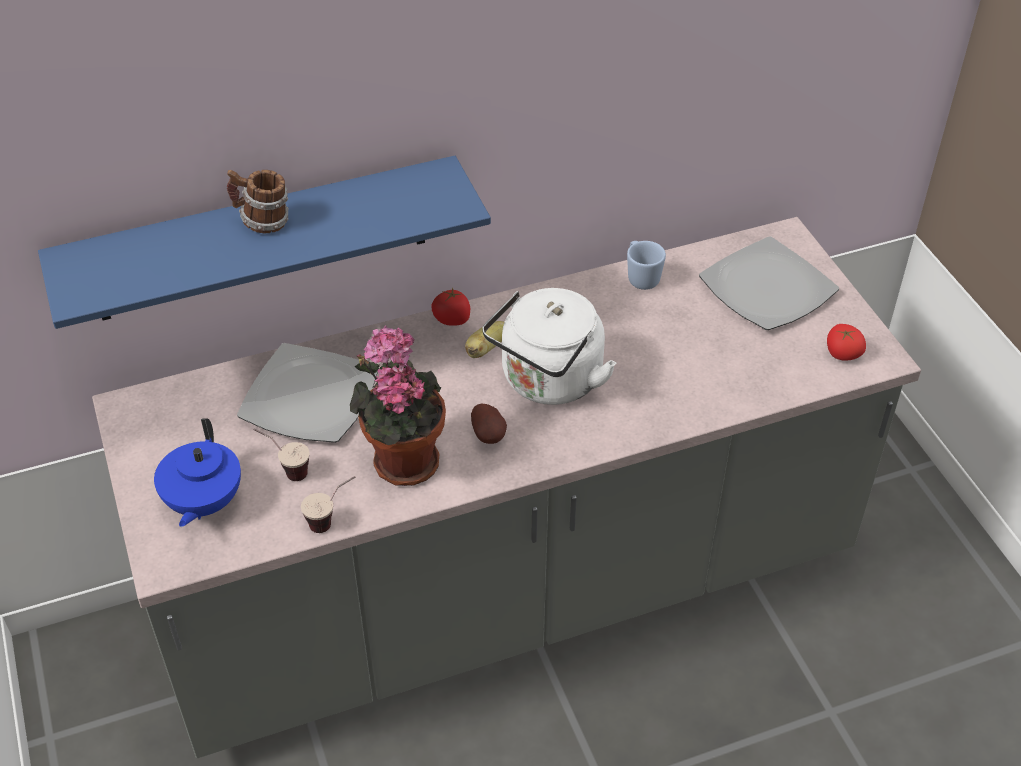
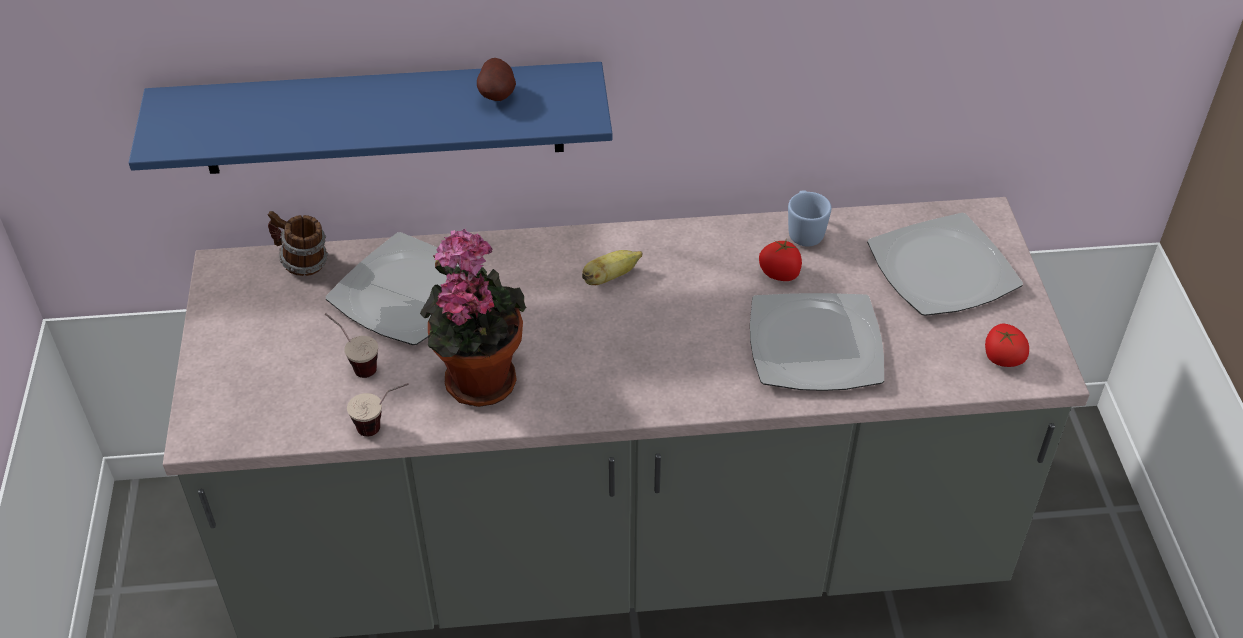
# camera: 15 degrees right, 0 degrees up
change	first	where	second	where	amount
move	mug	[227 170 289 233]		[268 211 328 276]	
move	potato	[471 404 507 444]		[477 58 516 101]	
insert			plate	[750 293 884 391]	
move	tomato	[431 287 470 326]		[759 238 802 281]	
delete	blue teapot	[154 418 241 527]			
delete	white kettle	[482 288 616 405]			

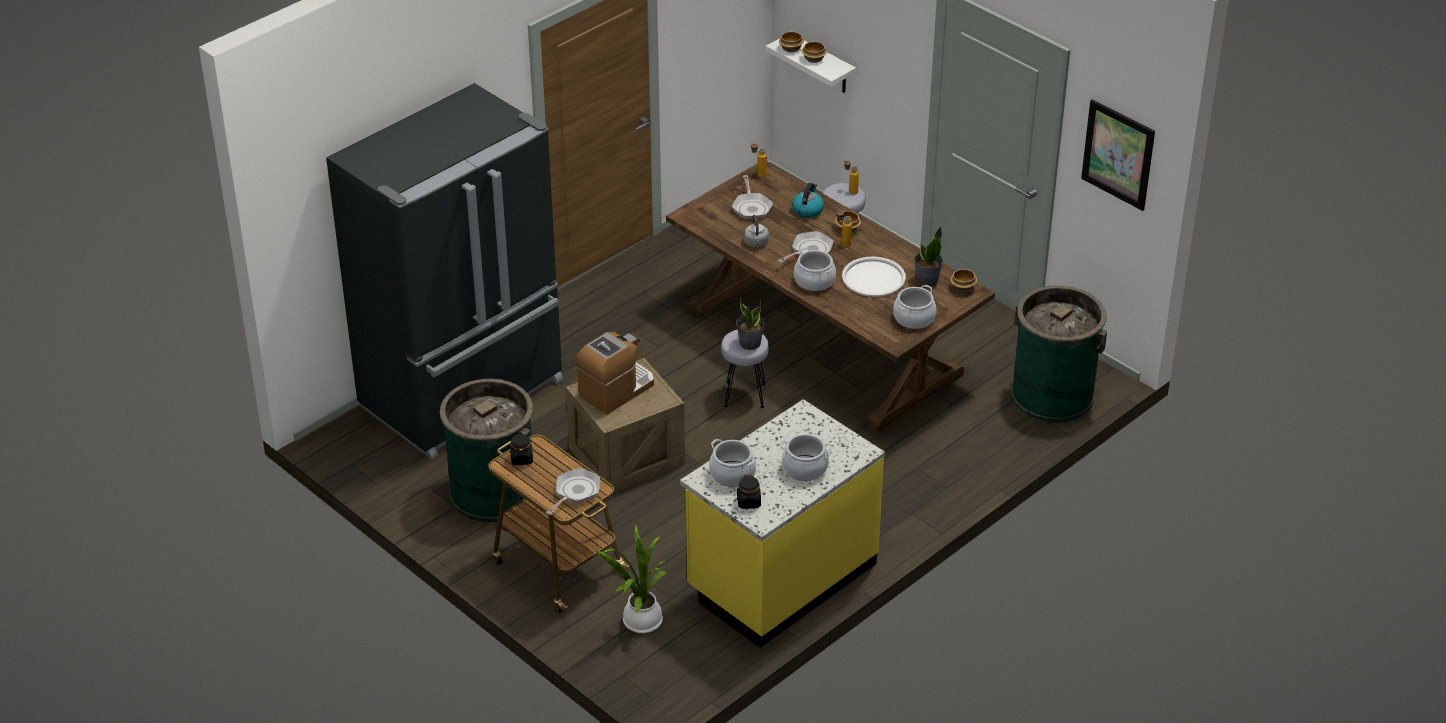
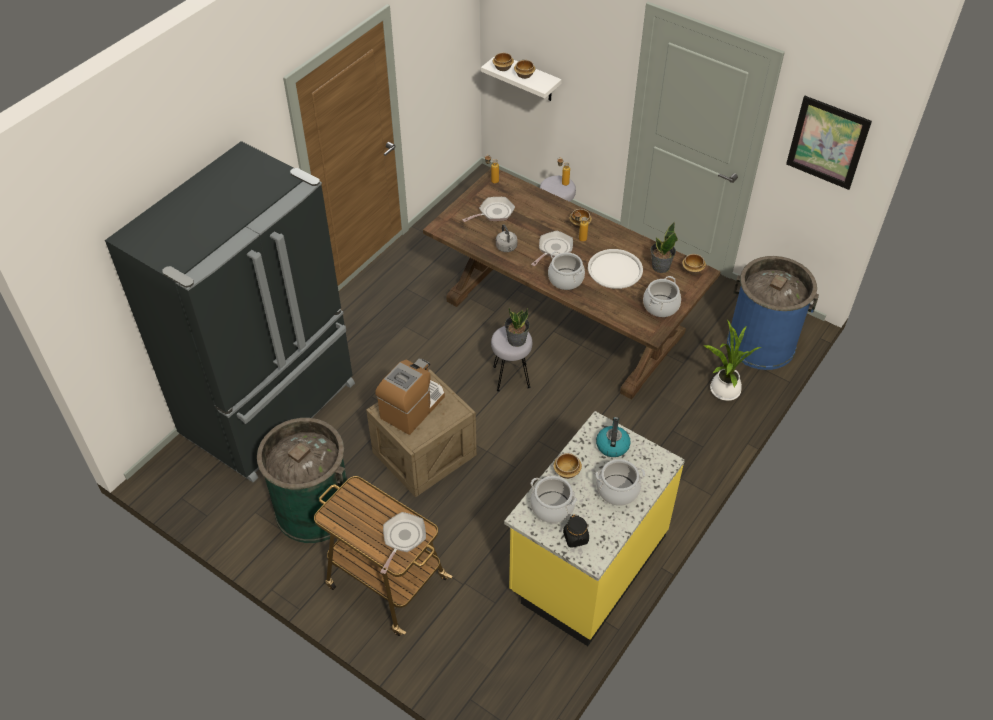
# camera: 10 degrees left, 10 degrees up
change	first	where	second	where	amount
rotate	frying pan	[732 175 773 220]		[462 197 515 222]	105 degrees counterclockwise
insert			bowl	[553 453 582 479]	
move	kettle	[792 183 824 218]		[596 417 630 457]	
move	potted plant	[595 524 667 633]		[703 320 761 401]	
recolor	green trash can	[1011 285 1107 423]	blue trash can	[727 256 819 370]	
delete	black jar	[510 433 533 465]			

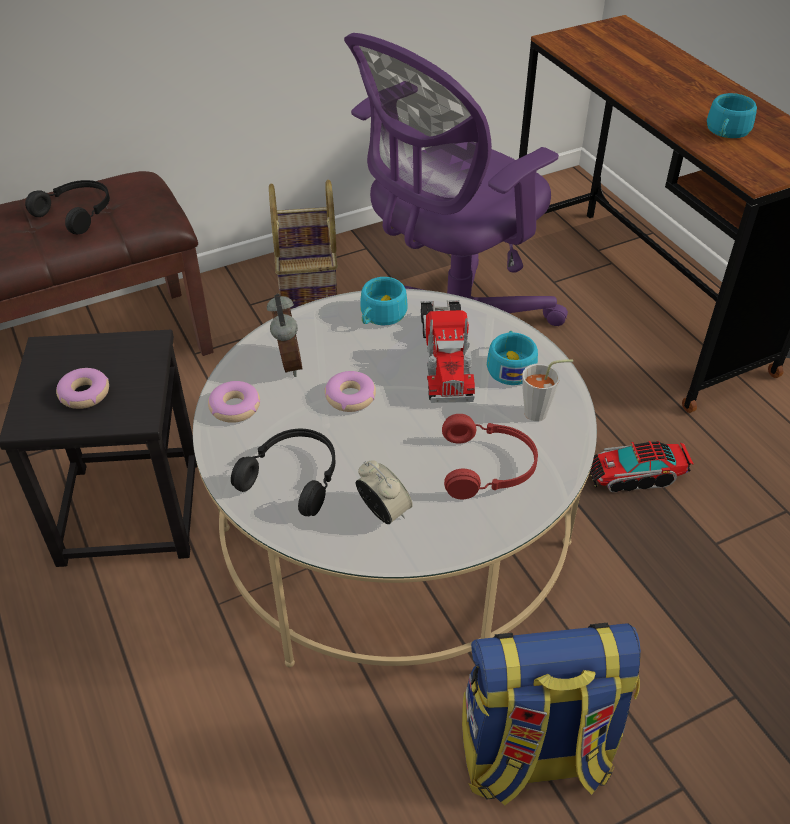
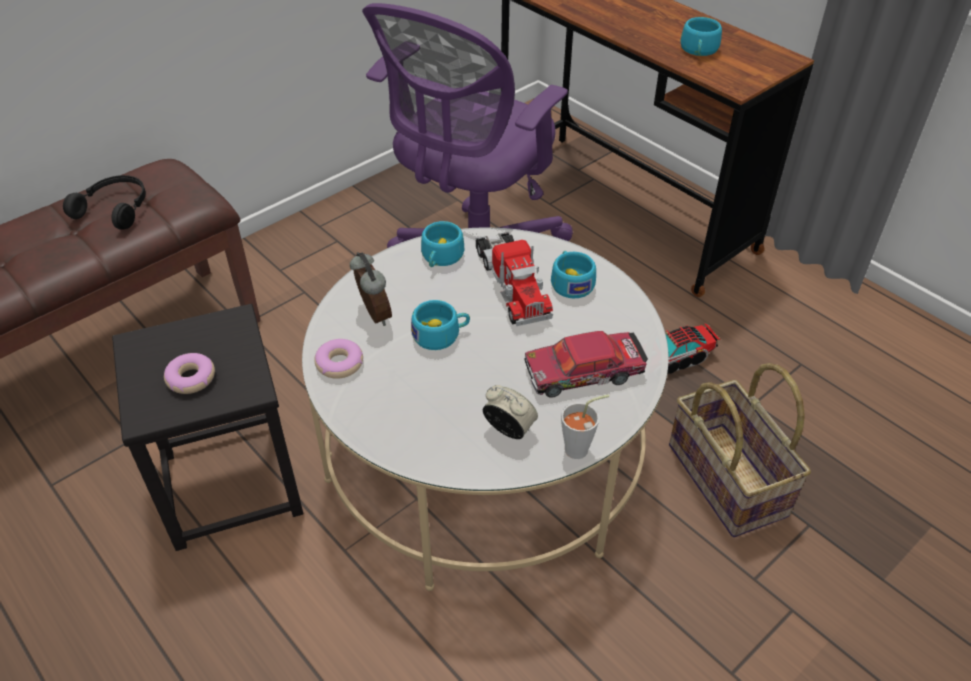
# camera: 15 degrees left, 0 degrees up
change	first	where	second	where	amount
replace	donut	[324 371 376 412]	turquoise cup	[411 300 470 350]	
replace	red headphones	[442 414 538 499]	toy car	[524 331 648 397]	
move	grey cup	[522 360 573 421]		[561 394 609 459]	
move	basket	[269 180 338 310]		[669 363 811 537]	
delete	black headphones	[231 429 336 516]			
delete	backpack	[462 623 641 805]			

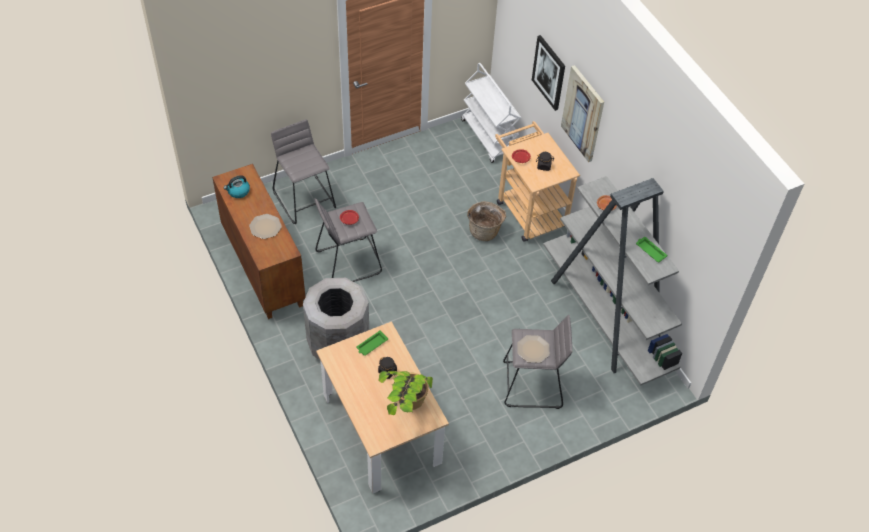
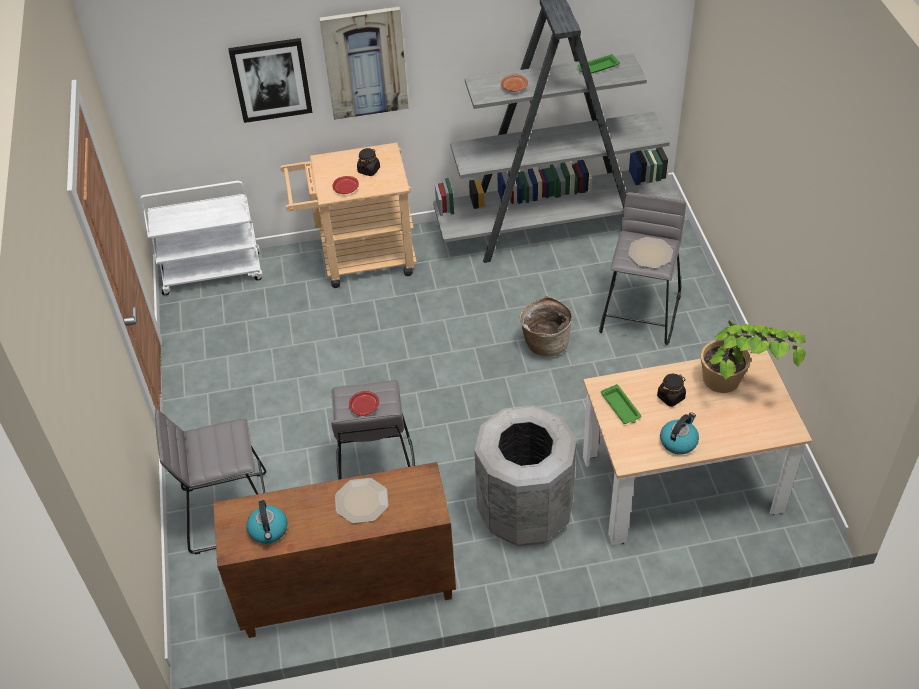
# camera: 70 degrees left, 5 degrees down
change	first	where	second	where	amount
move	basket	[467 202 506 241]		[520 296 573 356]	
insert			kettle	[660 412 699 454]	

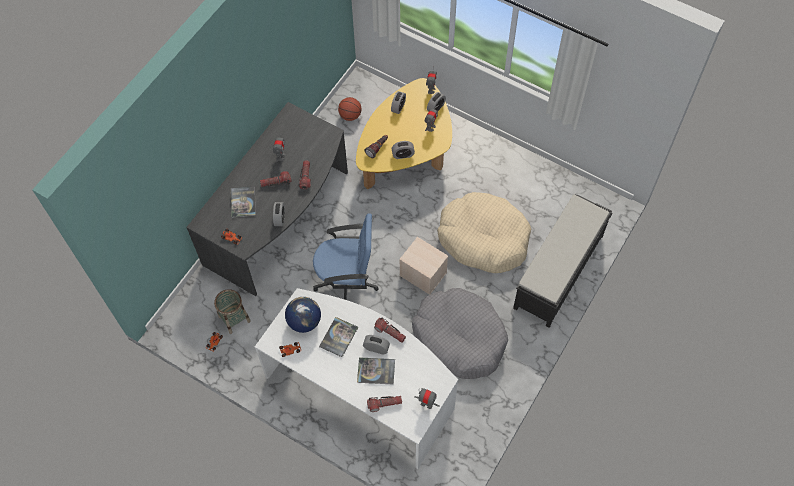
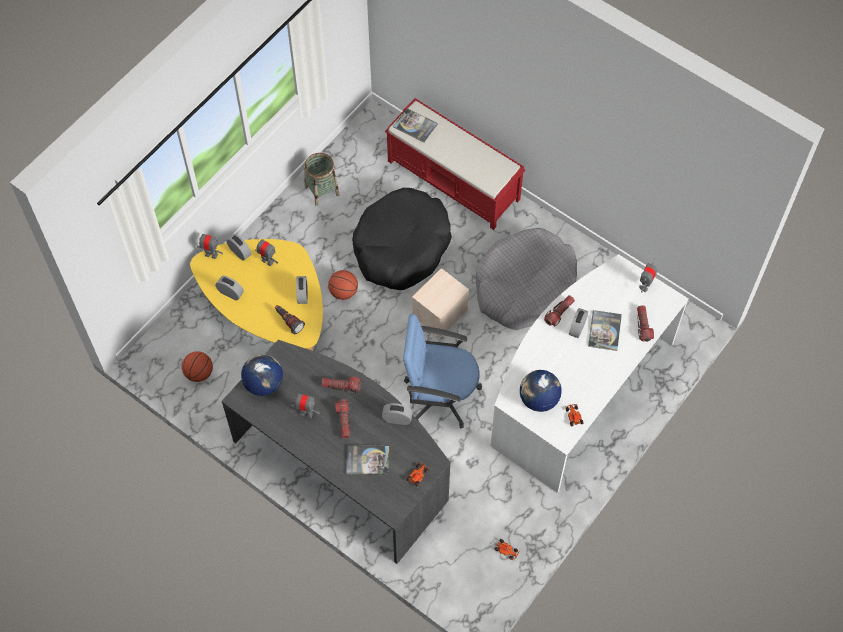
# camera: 85 degrees left, 0 degrees up
change	first	where	second	where	amount
insert			globe	[241 354 283 396]	
move	basket	[214 289 251 334]		[304 153 340 206]	
insert			basketball	[328 270 358 300]	
recolor	beige dog bed	[437 192 531 273]	black dog bed	[352 188 452 290]	
recolor	black bench	[513 194 613 328]	red bench	[385 98 525 230]	
move	book	[319 317 358 357]		[393 108 438 142]	
rotate	blue office chair	[313 213 379 300]		[403 314 482 428]	90 degrees counterclockwise

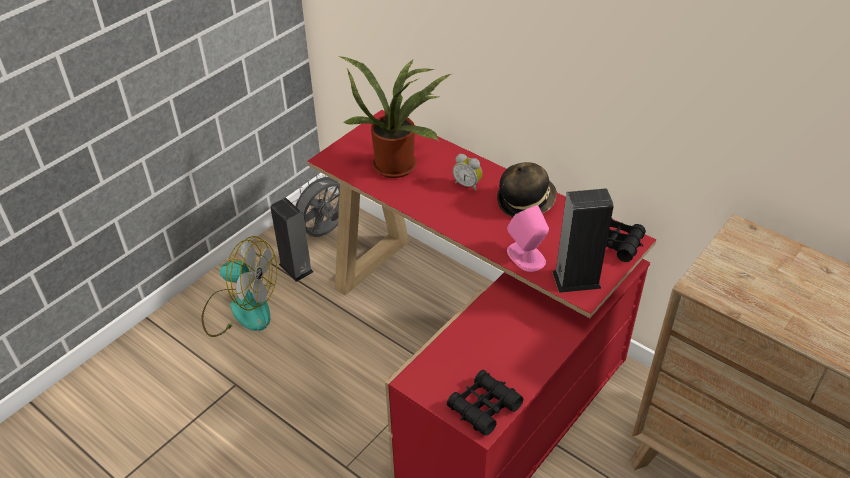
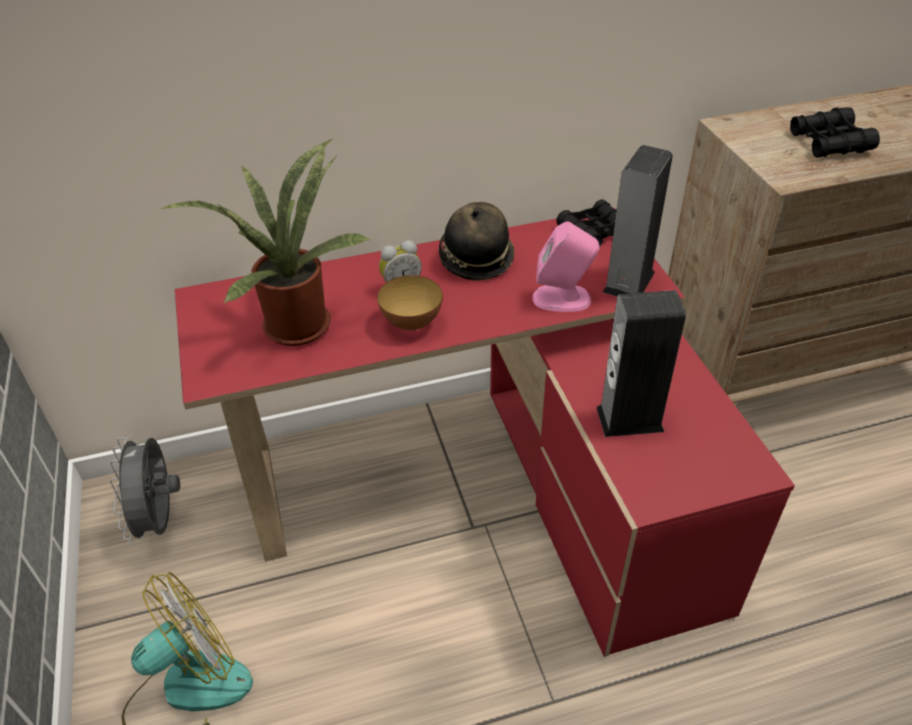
# camera: 55 degrees left, 0 degrees up
change	first	where	second	where	amount
insert			bowl	[377 275 443 331]	
move	speaker	[270 198 314 282]		[596 290 686 437]	
move	black binoculars	[447 370 523 436]		[790 107 880 158]	

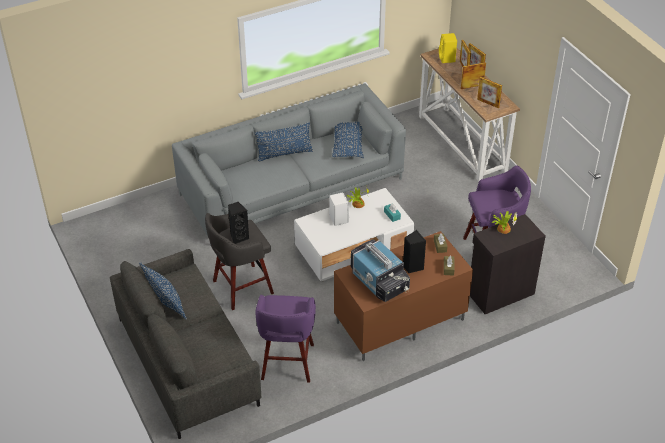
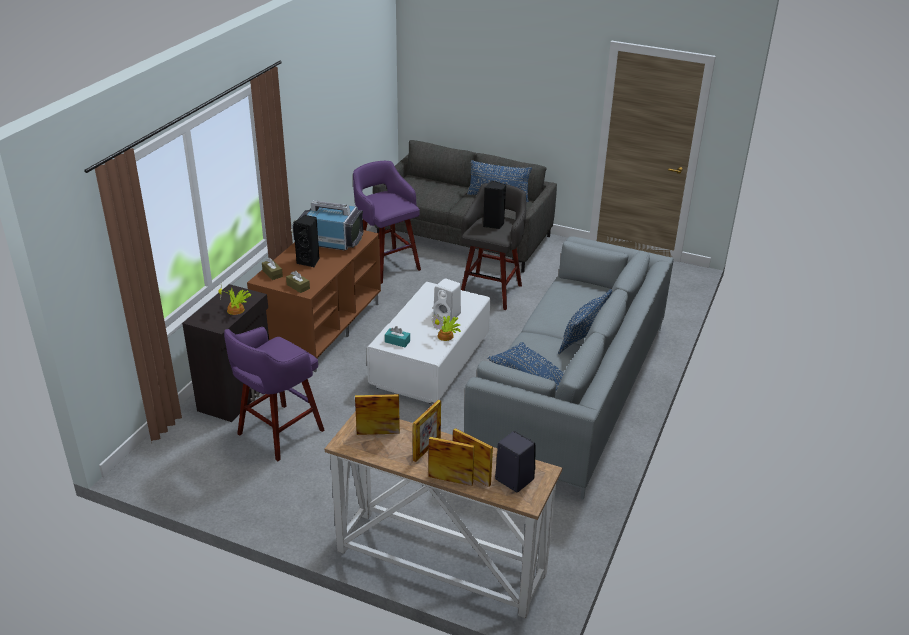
# camera: 140 degrees right, 10 degrees down
change	first	where	second	where	amount
recolor	yellow speaker	[439 33 457 63]	black speaker	[495 431 536 492]	

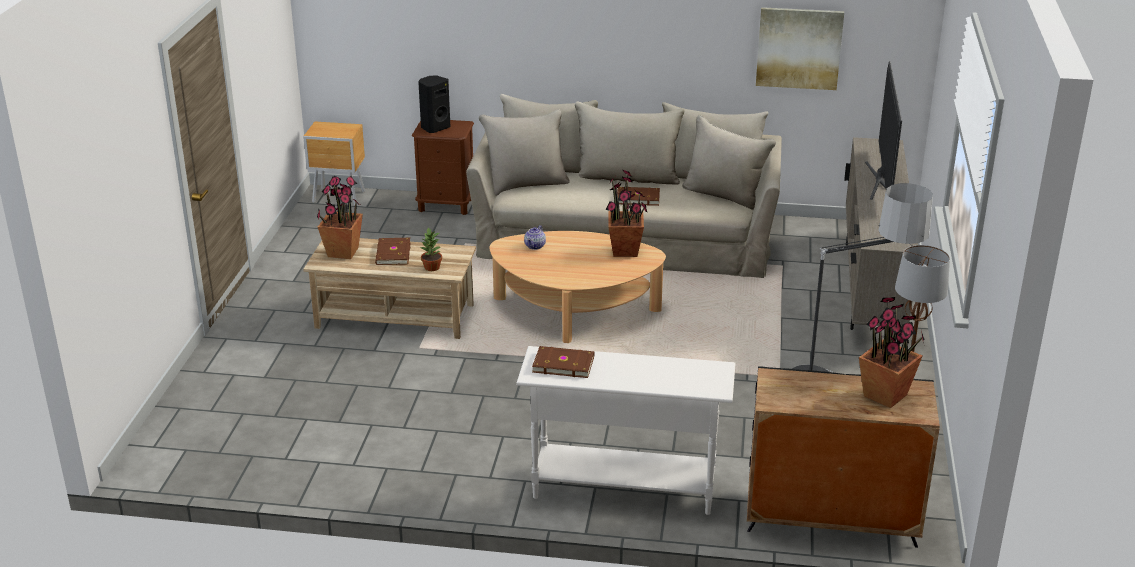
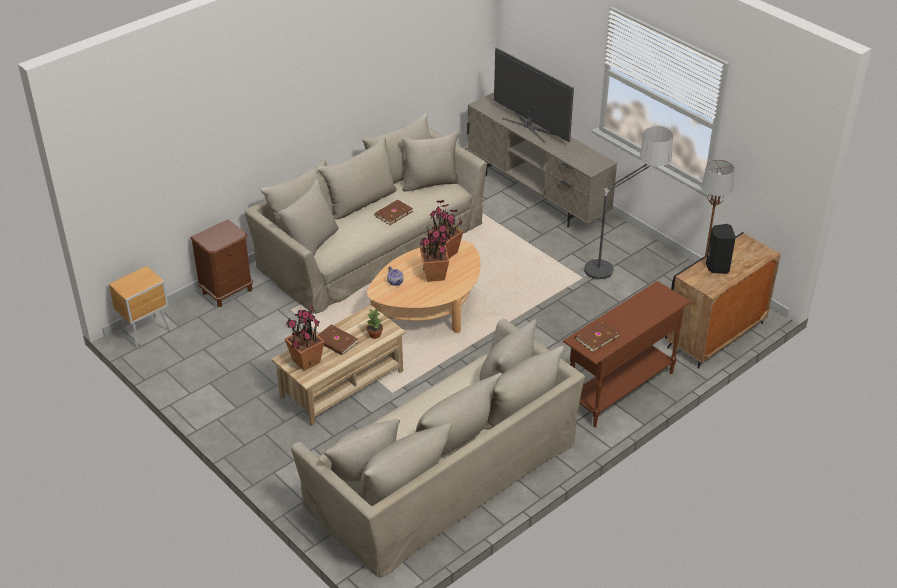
# camera: 50 degrees left, 10 degrees up
change	first	where	second	where	amount
insert			beige sofa	[291 319 585 577]	
move	potted plant	[859 297 924 408]		[420 225 451 282]	
recolor	white console table	[516 346 736 515]	brown console table	[563 281 691 427]	
move	black speaker	[418 75 450 133]		[706 224 736 274]	
delete	picture	[756 7 844 90]			

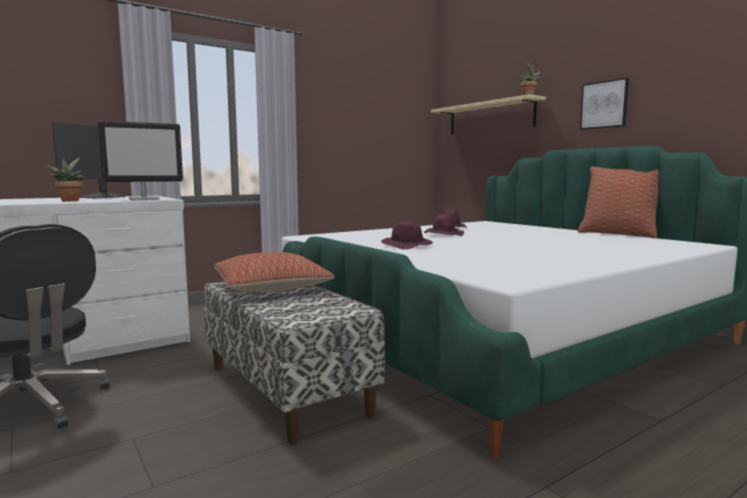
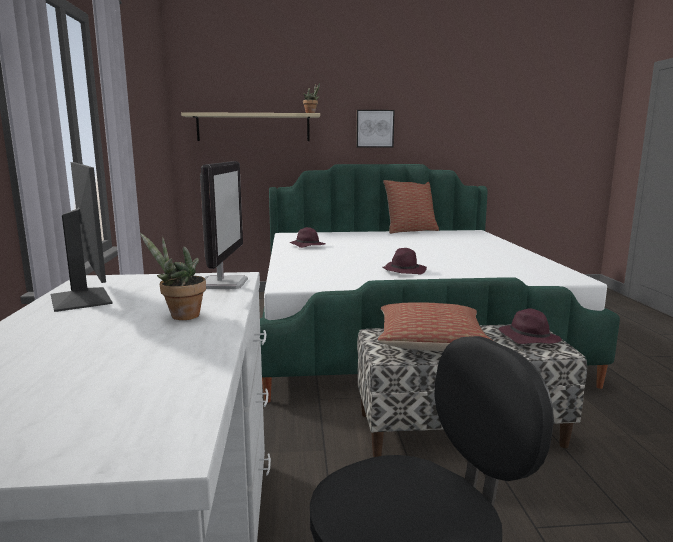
# camera: 60 degrees left, 5 degrees up
change	first	where	second	where	amount
move	purple hat	[424 214 464 236]		[499 308 562 344]	

